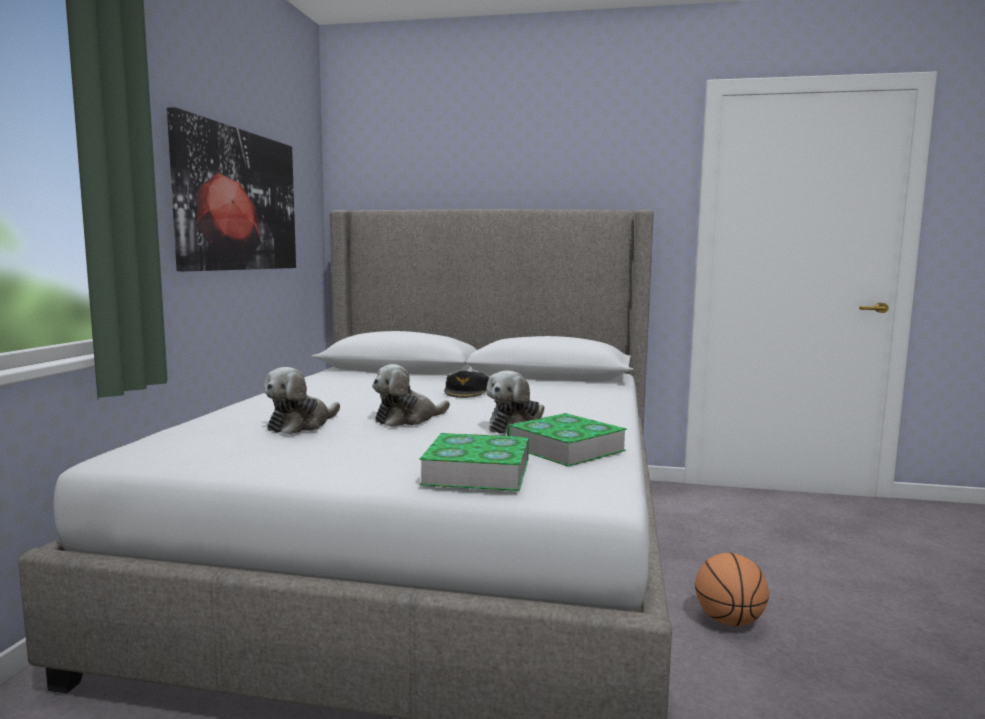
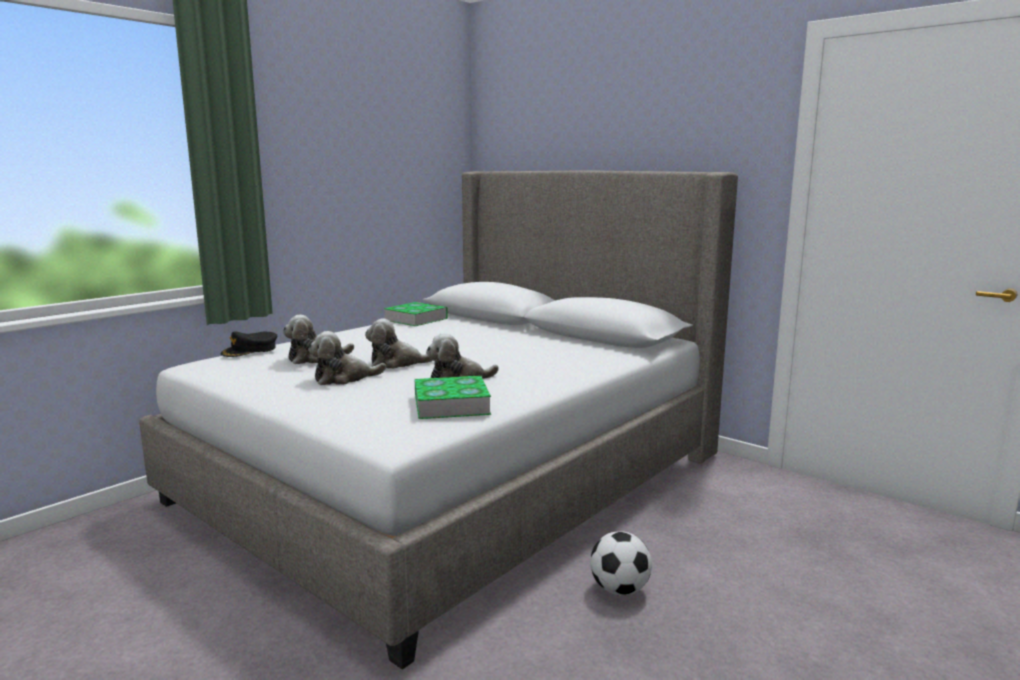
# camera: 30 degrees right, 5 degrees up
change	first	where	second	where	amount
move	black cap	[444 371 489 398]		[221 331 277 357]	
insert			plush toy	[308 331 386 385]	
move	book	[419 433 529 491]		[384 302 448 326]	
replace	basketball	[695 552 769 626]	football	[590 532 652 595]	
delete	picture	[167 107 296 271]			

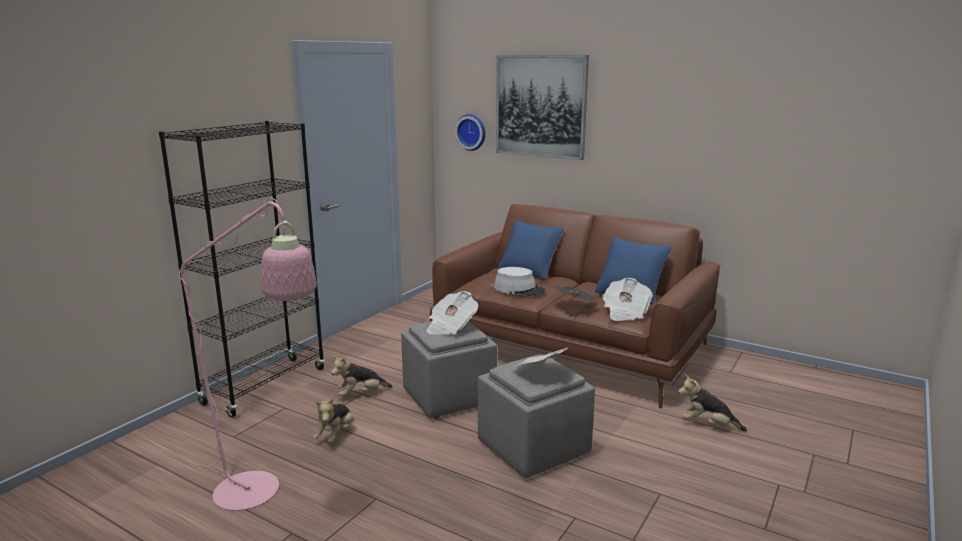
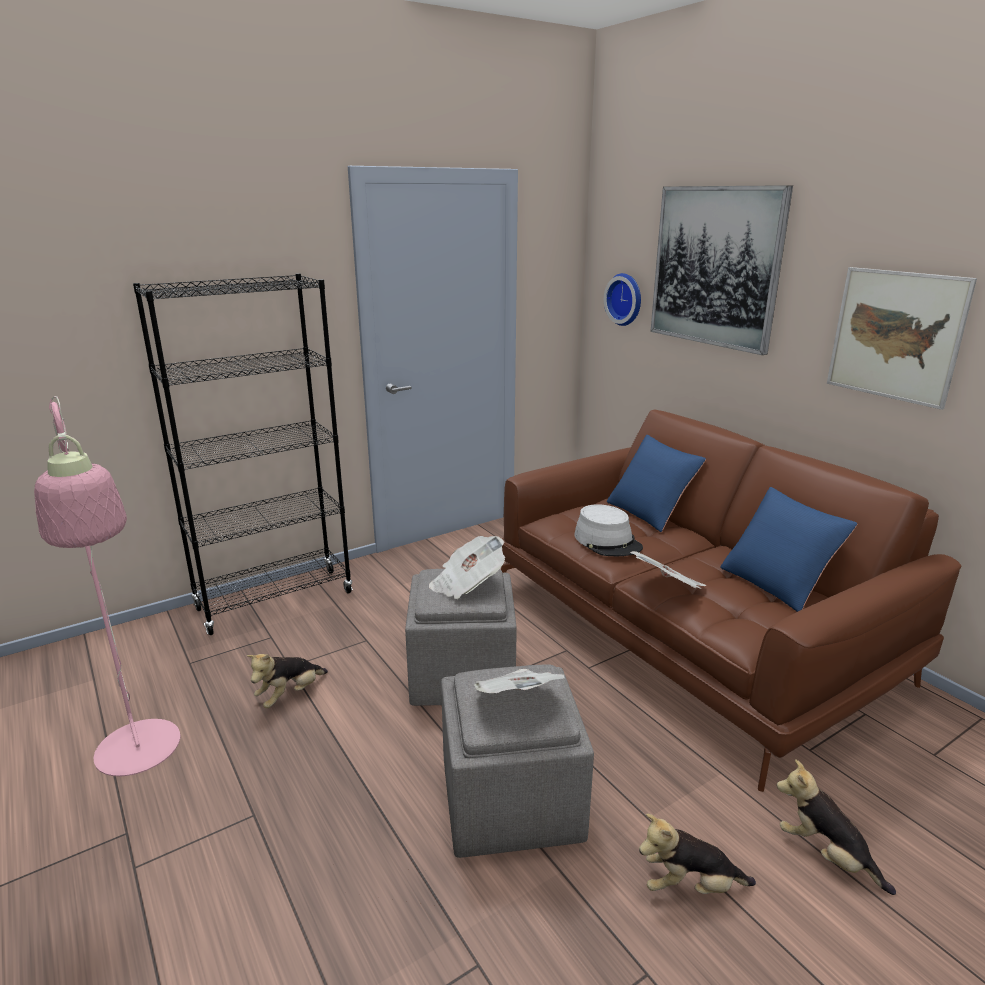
# camera: 25 degrees right, 5 degrees up
change	first	where	second	where	amount
move	plush toy	[331 356 392 396]		[639 814 756 894]	
insert			picture	[827 267 977 410]	
delete	newspaper	[602 278 653 321]			

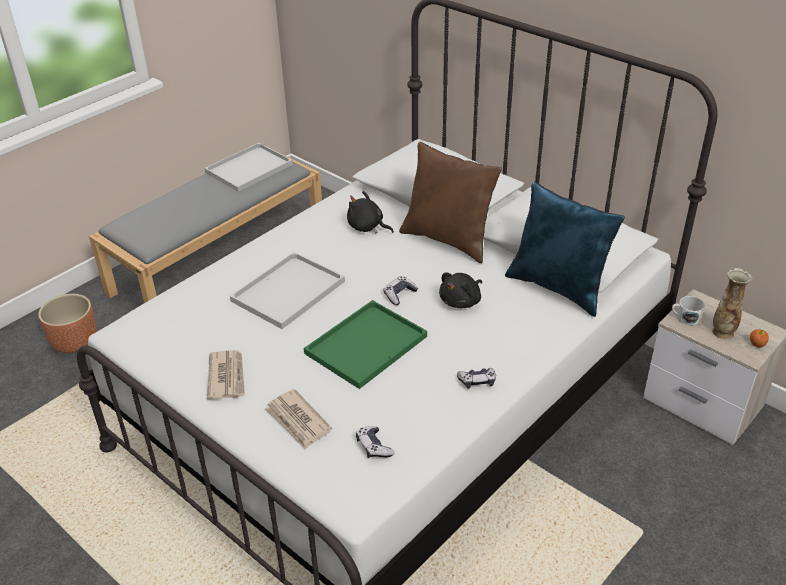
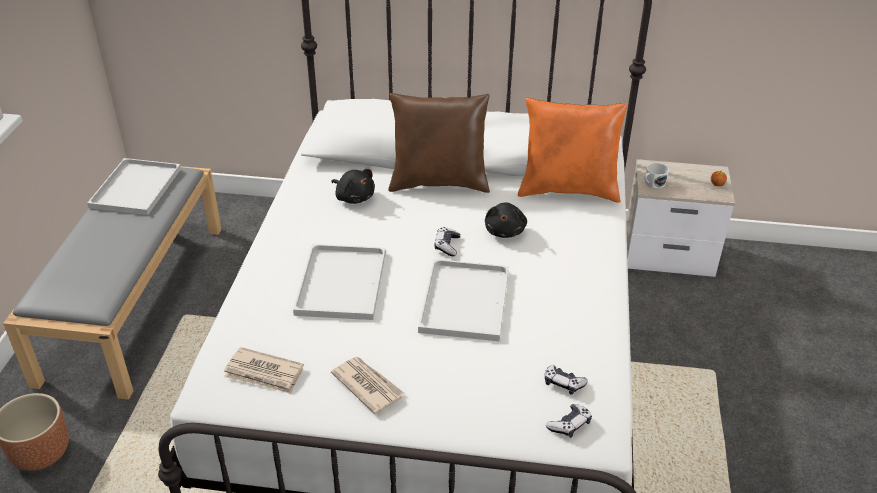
# camera: 35 degrees left, 0 degrees up
change	first	where	second	where	amount
move	newspaper	[265 389 332 449]		[224 347 304 394]	
rotate	black plush toy	[347 191 394 233]		[331 169 375 204]	135 degrees counterclockwise
recolor	green tray	[304 300 427 389]	white tray	[418 259 509 341]	
recolor	blue pillow	[505 182 625 317]	orange pillow	[518 98 628 203]	
move	game controller	[457 368 496 389]		[546 404 592 438]	
delete	vase	[712 268 752 339]			

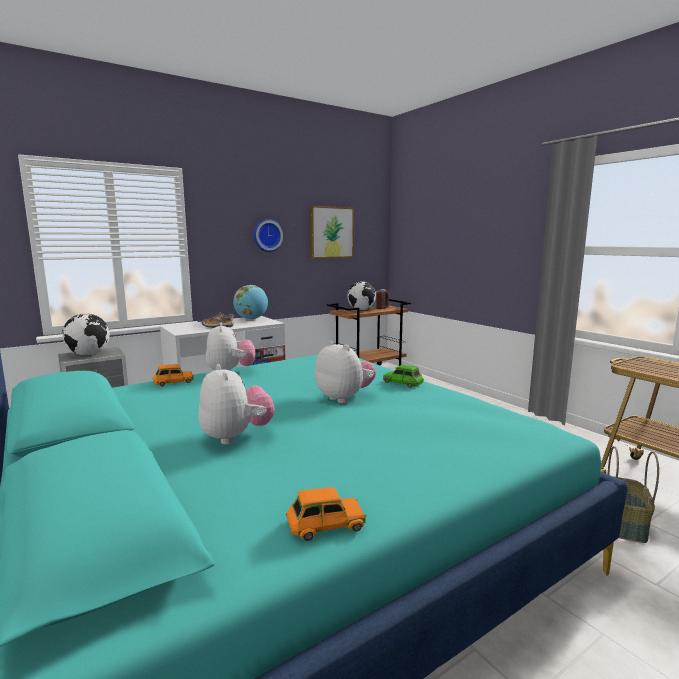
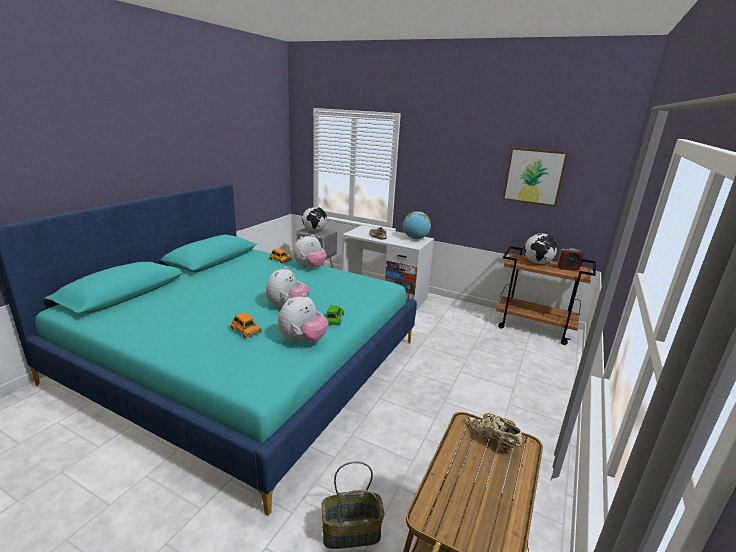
# camera: 60 degrees right, 10 degrees up
change	first	where	second	where	amount
move	orange toy car	[286 487 366 541]		[231 312 262 338]	
move	plush toy	[198 364 275 445]		[278 293 329 342]	
insert			beige shoe	[467 415 522 451]	
delete	wall clock	[253 219 283 252]			

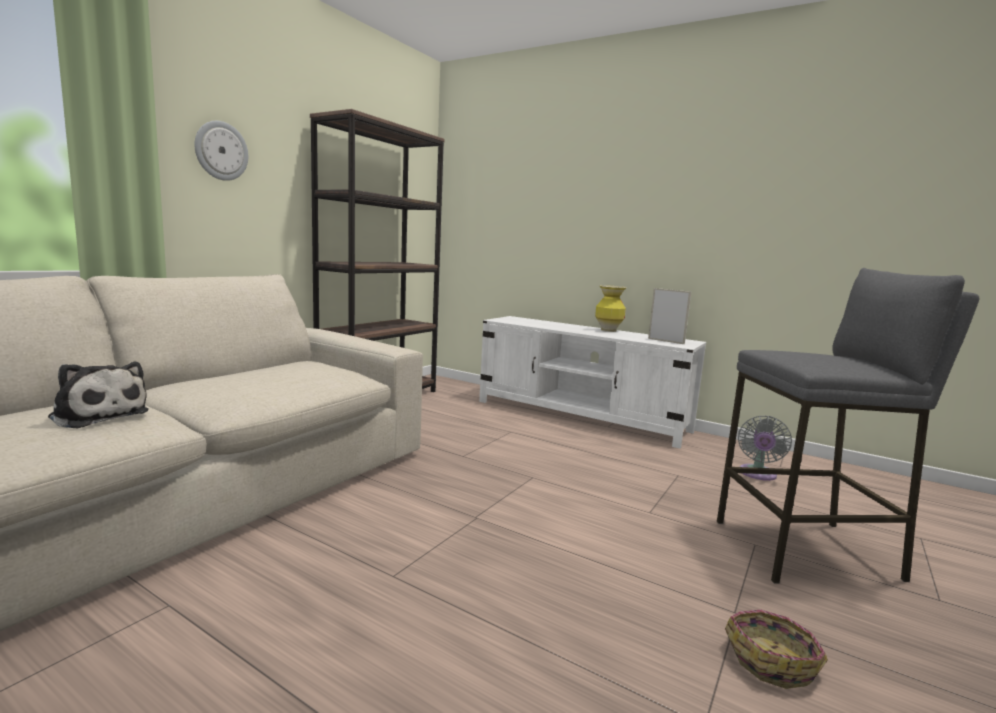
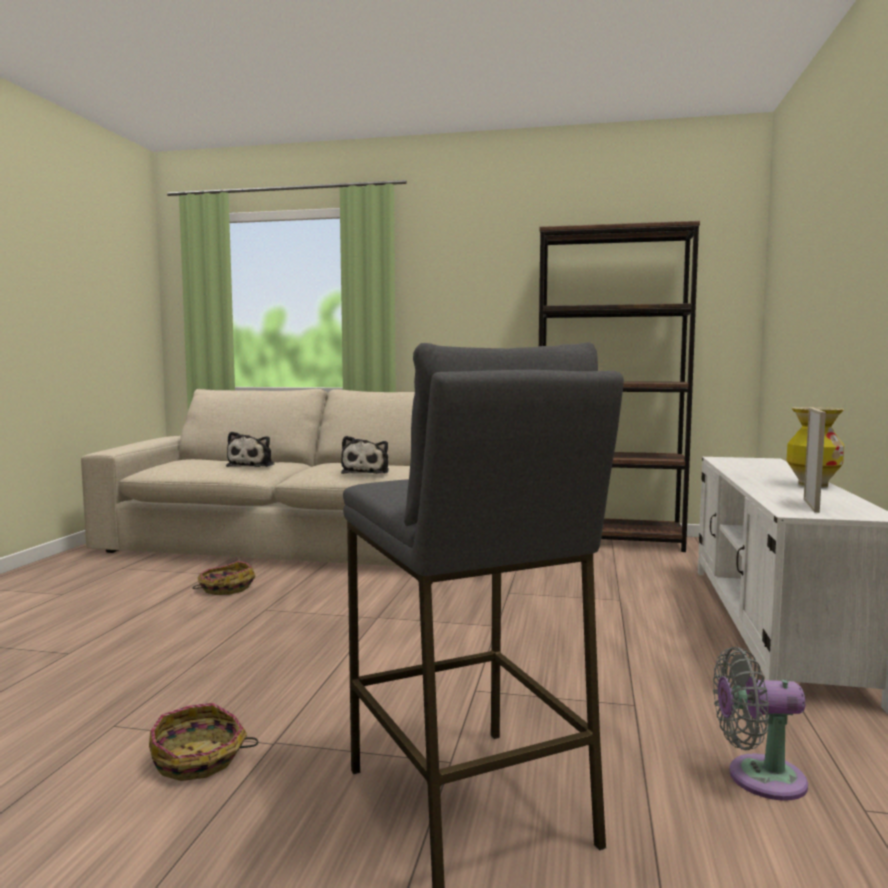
# camera: 70 degrees right, 5 degrees down
change	first	where	second	where	amount
insert			basket	[192 561 256 595]	
insert			plush toy	[341 436 389 474]	
delete	wall clock	[194 121 248 181]			

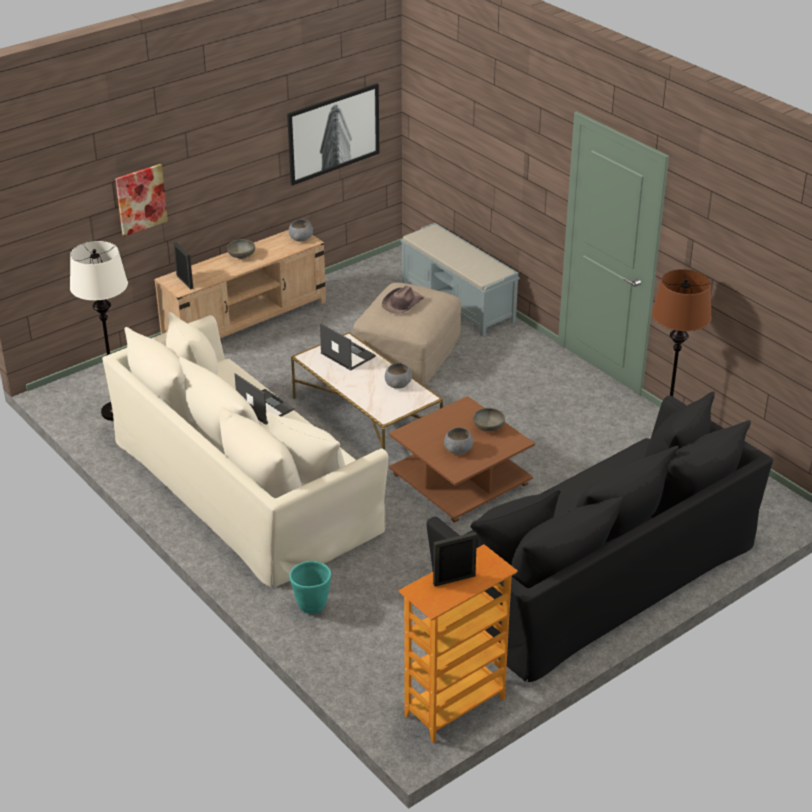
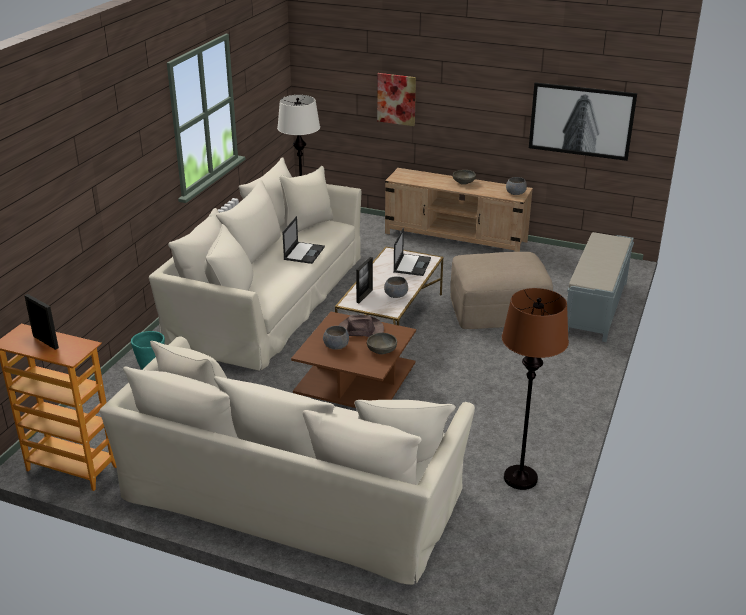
# camera: 60 degrees right, 5 degrees down
change	first	where	second	where	amount
recolor	black sofa	[426 391 773 682]	beige sofa	[99 336 475 585]	
move	brown hat	[382 285 424 314]		[338 315 384 337]	
move	picture frame	[173 242 193 289]		[356 257 373 303]	

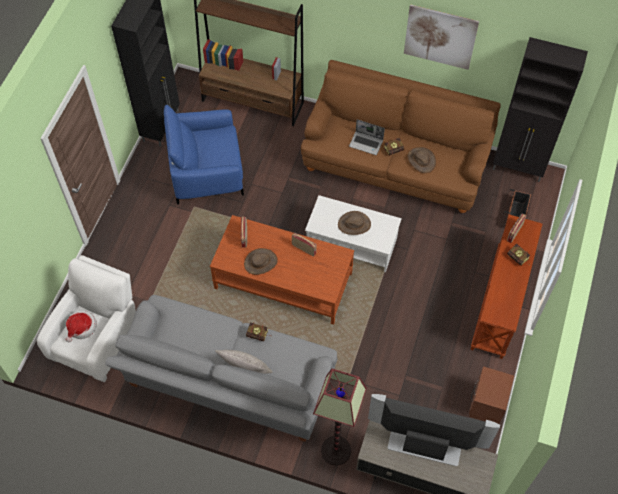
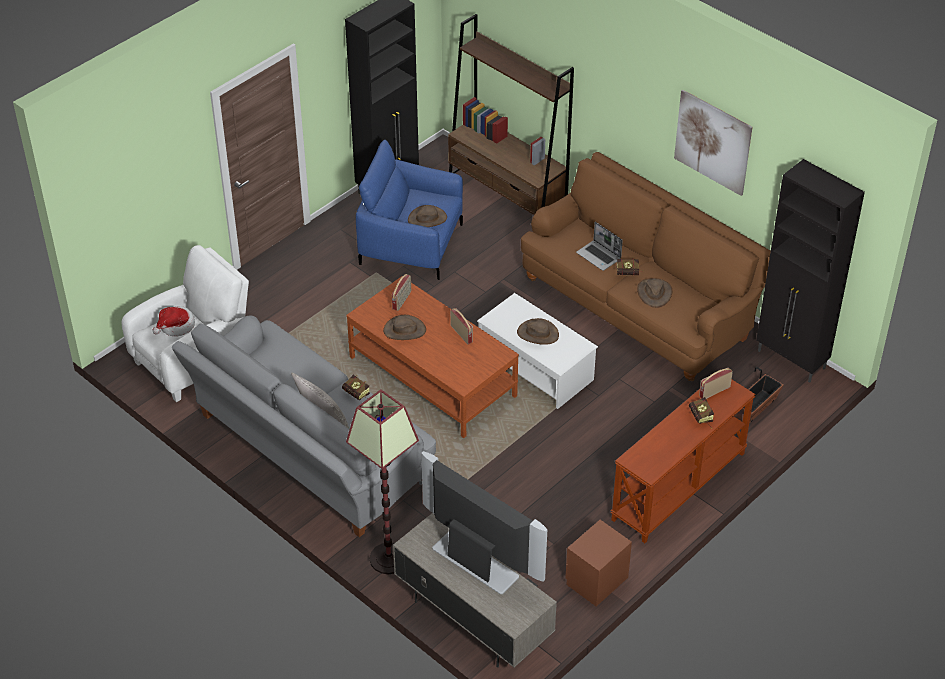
# camera: 25 degrees right, 15 degrees down
change	first	where	second	where	amount
insert			brown hat	[408 205 447 227]	

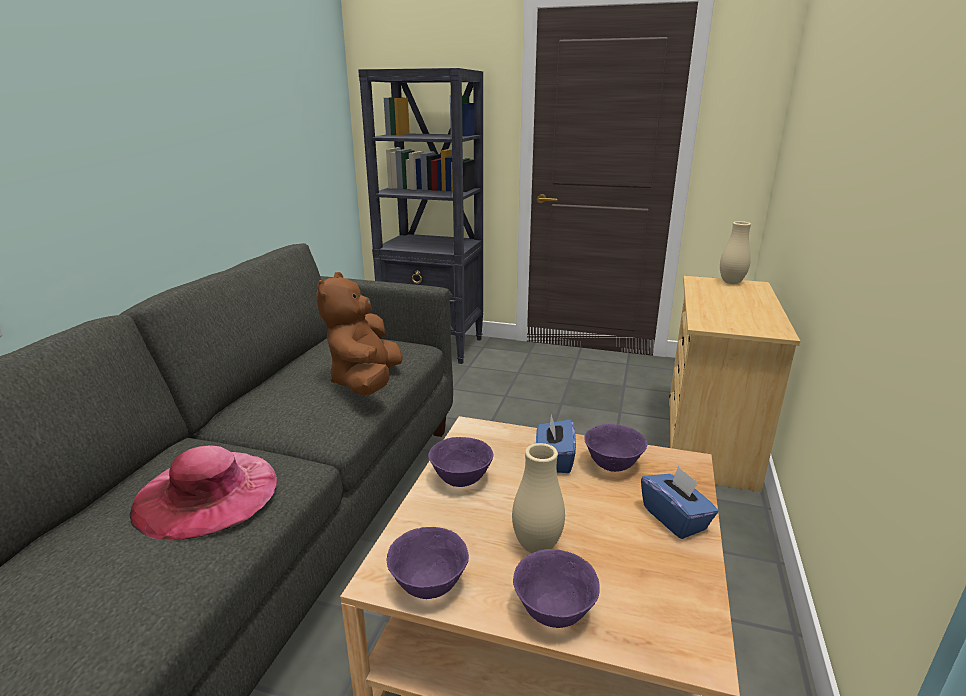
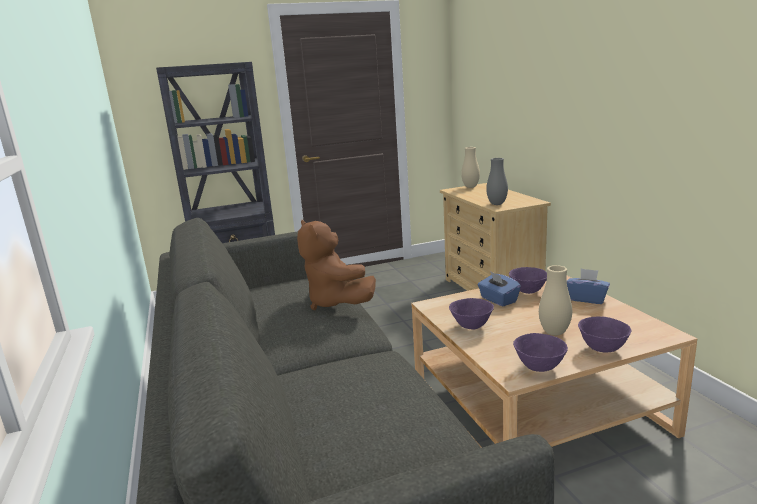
# camera: 35 degrees left, 5 degrees down
change	first	where	second	where	amount
insert			grey vase	[486 158 508 205]	
delete	pink hat	[130 446 277 540]			

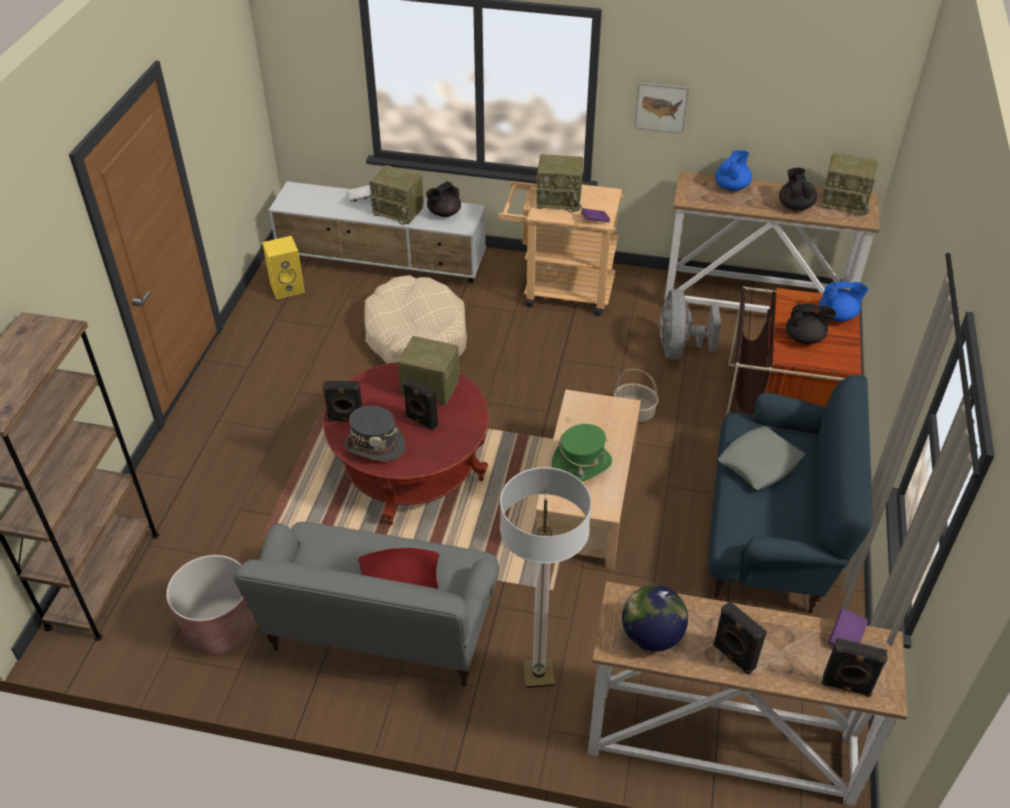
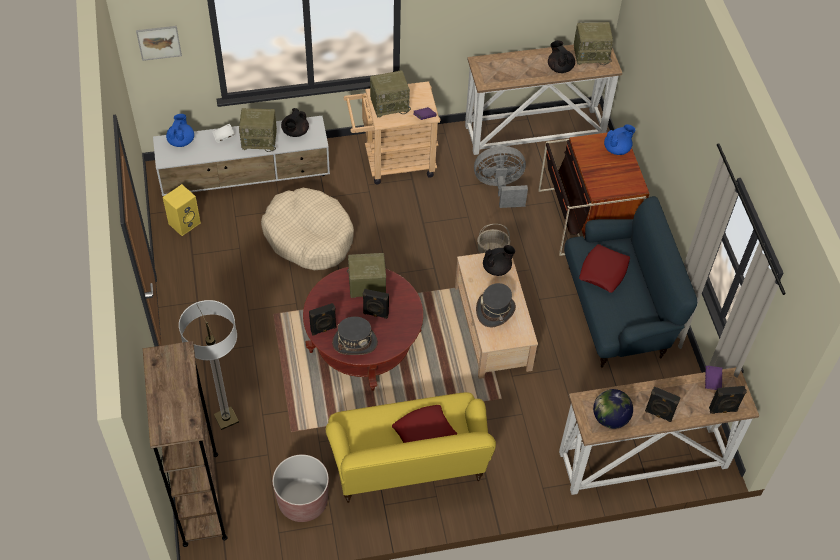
# camera: 25 degrees left, 10 degrees up
change	first	where	second	where	amount
move	picture	[634 82 689 133]		[136 26 182 61]	
move	blue teapot	[715 150 752 191]		[166 114 194 147]	
move	floor lamp	[500 467 592 688]		[179 300 239 430]	
recolor	grey sofa	[233 522 499 686]	yellow sofa	[326 392 496 503]	
rotate	grey fan	[659 289 721 360]		[474 146 528 208]	105 degrees clockwise
recolor	green hat	[552 424 612 481]	grey hat	[476 283 516 327]	
move	black teapot	[786 303 836 344]		[483 245 515 276]	
recolor	grey pillow	[718 426 805 490]	red pillow	[579 244 630 293]	

